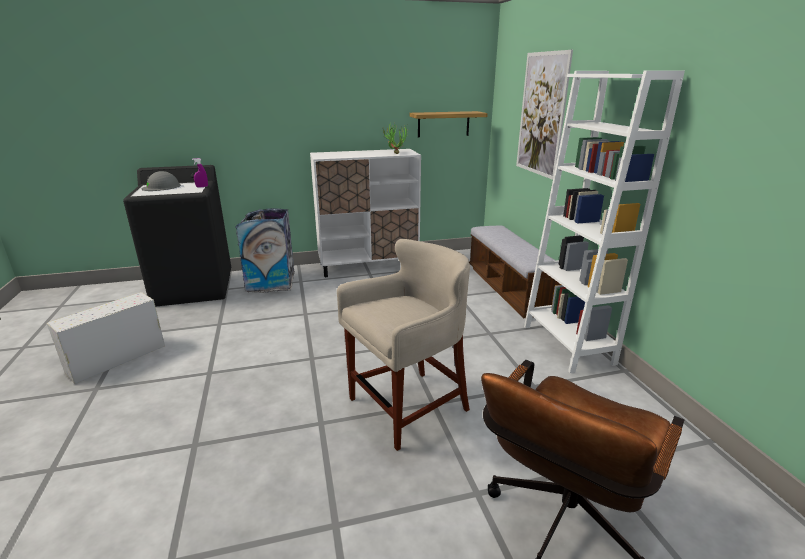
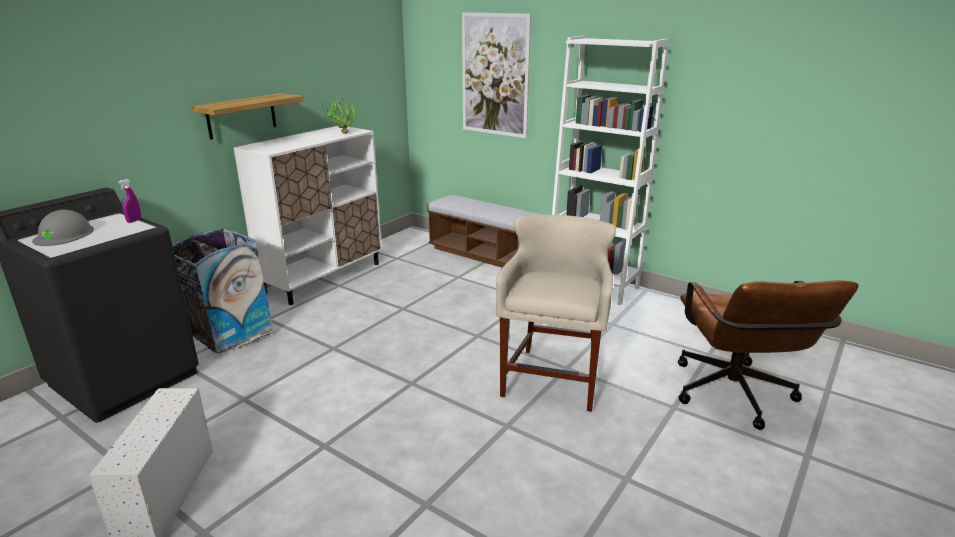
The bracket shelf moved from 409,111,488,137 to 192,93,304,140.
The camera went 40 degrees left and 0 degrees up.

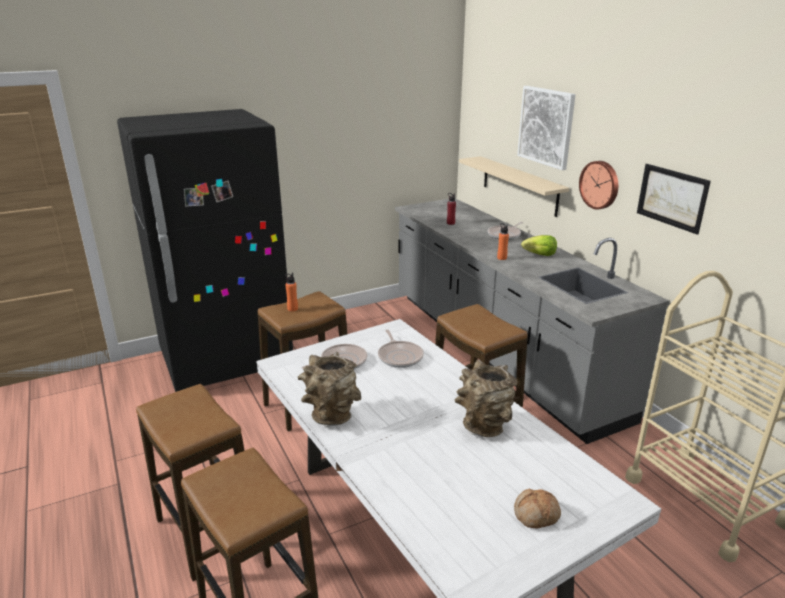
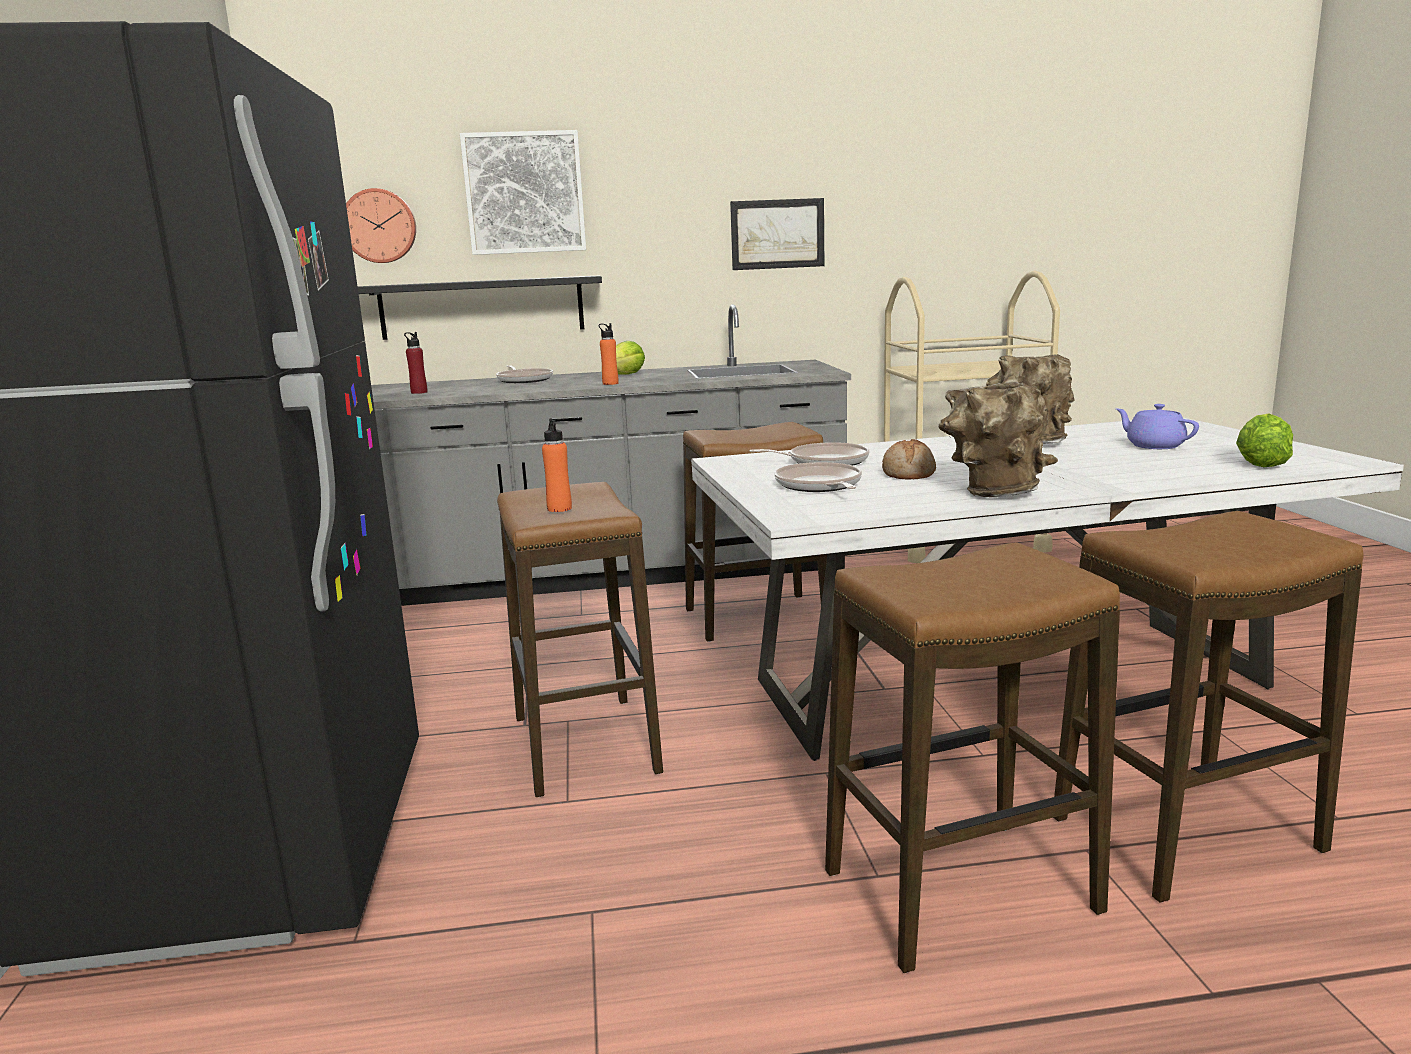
The wall clock moved from 579,161,618,209 to 346,188,416,263.
The beige-coloured bracket shelf at 459,156,569,217 became the black bracket shelf at 358,275,602,340.
The bread moved from 514,488,561,528 to 882,439,936,480.
The purple tea pot at 1116,404,1199,449 appeared.
The head of lettuce at 1236,413,1293,467 appeared.
The camera went 70 degrees left and 10 degrees down.

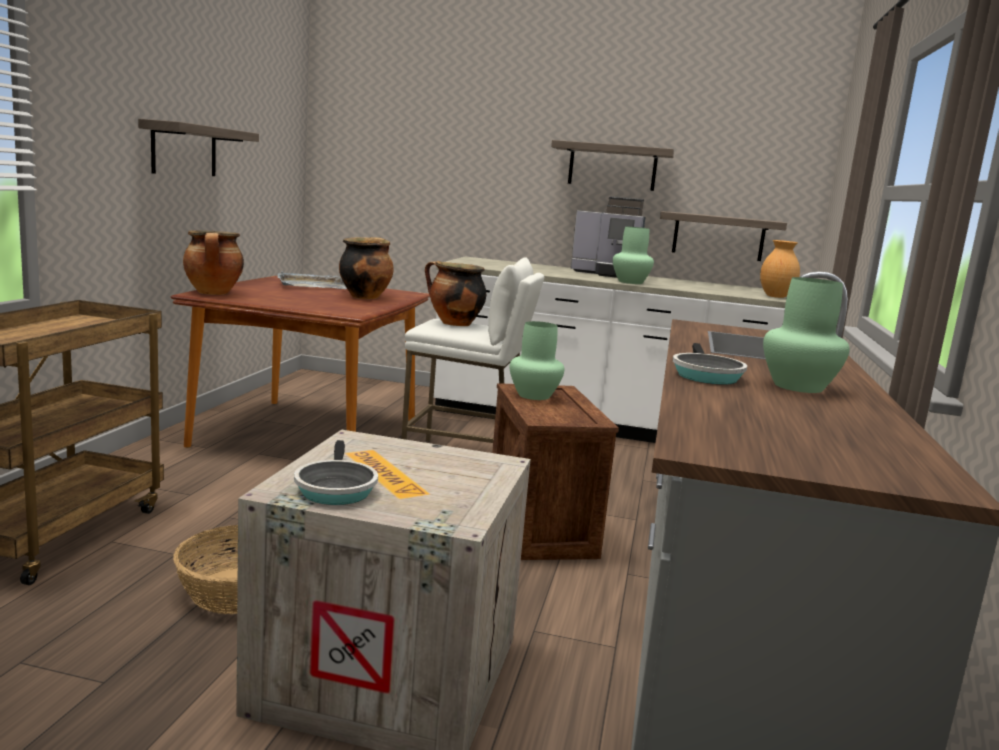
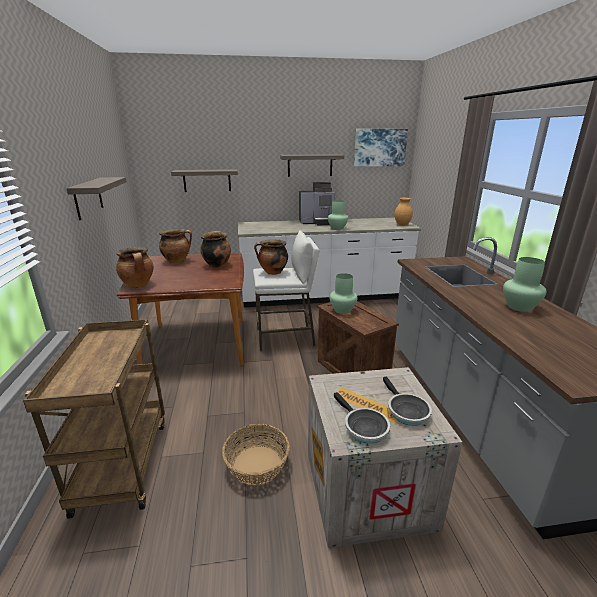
The grey tray at 278,271,347,289 was replaced by the cooking pot at 159,229,192,264.
The bracket shelf moved from 660,211,787,261 to 171,169,238,192.
The wall art at 354,129,408,167 appeared.
The pan moved from 673,343,747,385 to 383,376,432,426.
The camera went 20 degrees left and 10 degrees up.

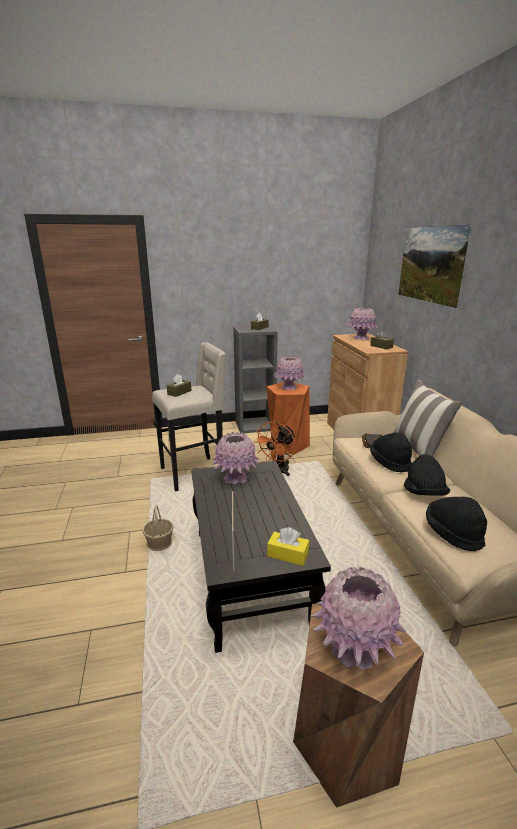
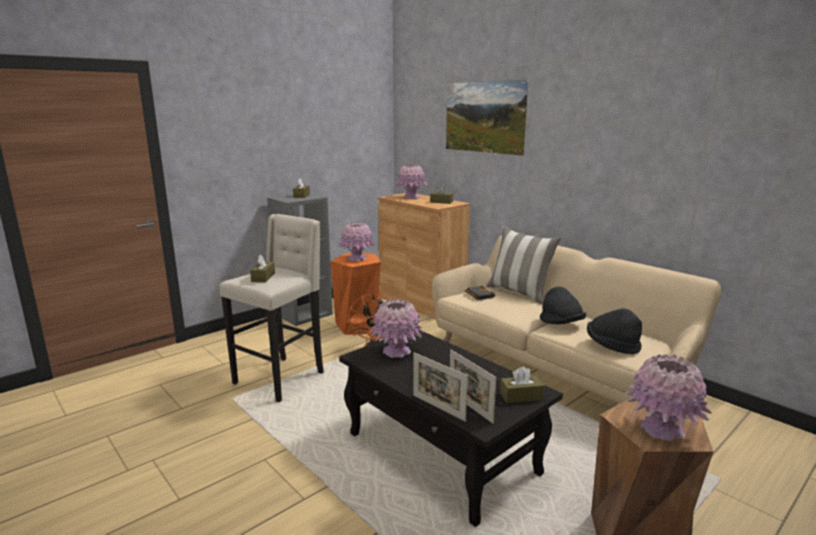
The picture frame at 413,352,468,422 appeared.
The yellow tissue box at 267,527,309,566 became the brown-coloured tissue box at 500,366,544,403.
The storage basket at 143,505,174,551 disappeared.
The black clothing hat at 370,432,412,472 disappeared.
The camera went 30 degrees left and 5 degrees down.

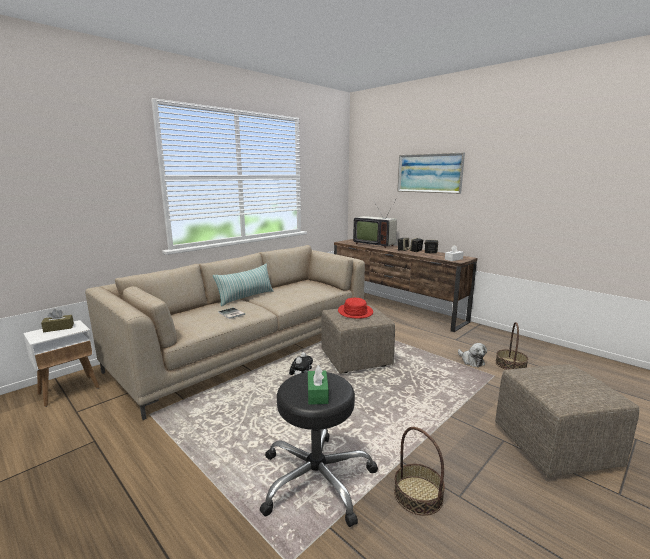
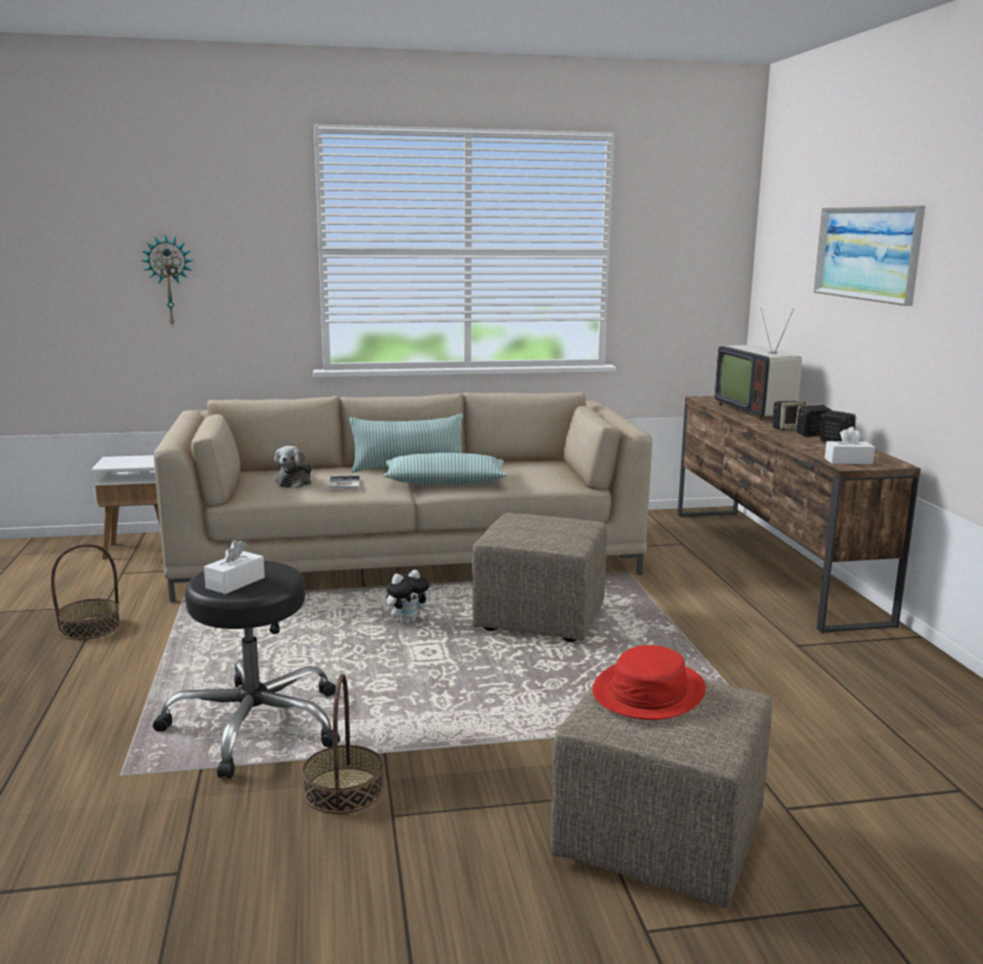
The storage basket moved from 496,322,528,370 to 51,544,120,640.
The wall clock at 141,234,193,327 appeared.
The greenish tissue box at 308,365,329,405 became the white-coloured tissue box at 204,540,265,594.
The soft toy moved from 458,343,487,367 to 275,446,312,488.
The pillow at 383,453,507,484 appeared.
The red clothing hat moved from 338,298,373,319 to 593,645,706,720.
The brown-coloured tissue box at 41,309,74,332 disappeared.
The camera went 35 degrees right and 0 degrees up.

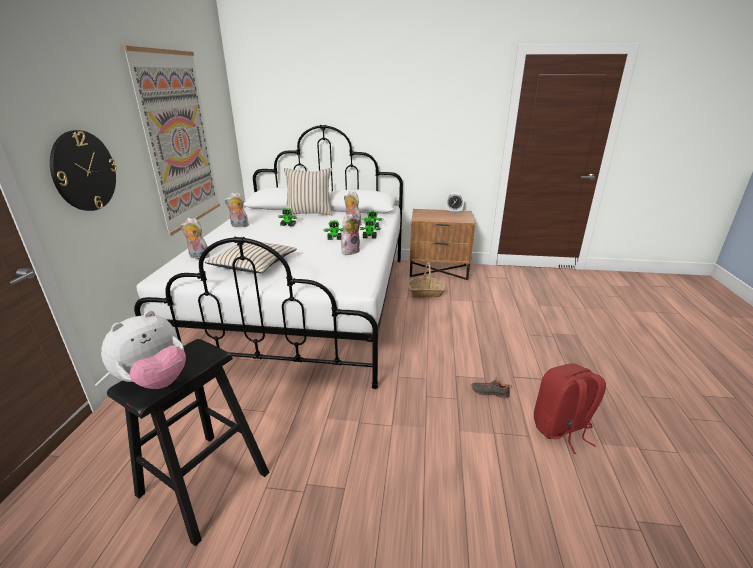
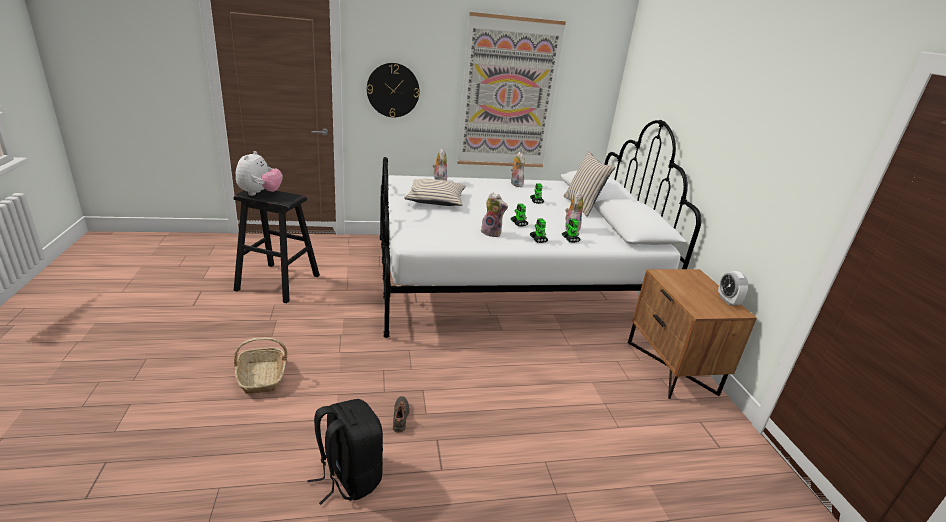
The storage basket moved from 407,263,446,298 to 234,338,288,394.
The soft toy at 101,310,186,389 turned 105 degrees counterclockwise.
The red backpack at 534,363,606,454 became the black backpack at 308,399,383,505.
The camera went 70 degrees right and 0 degrees up.

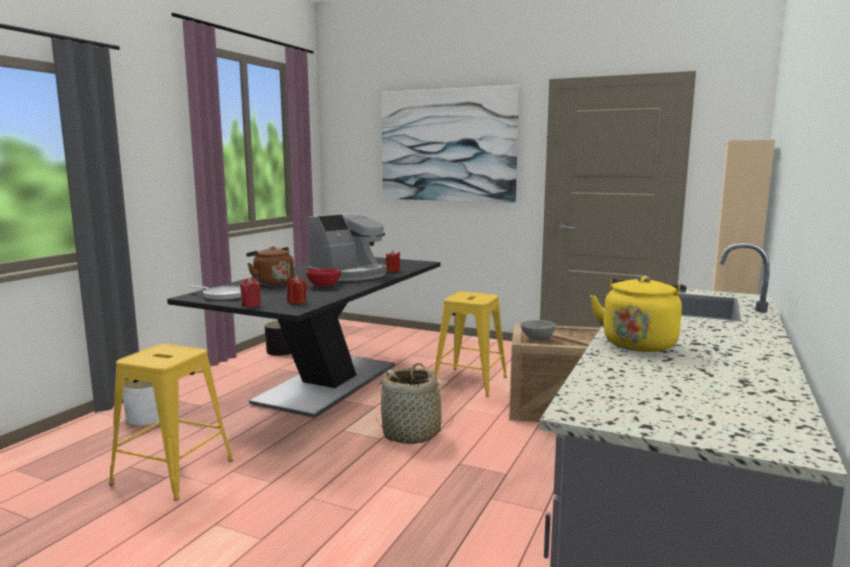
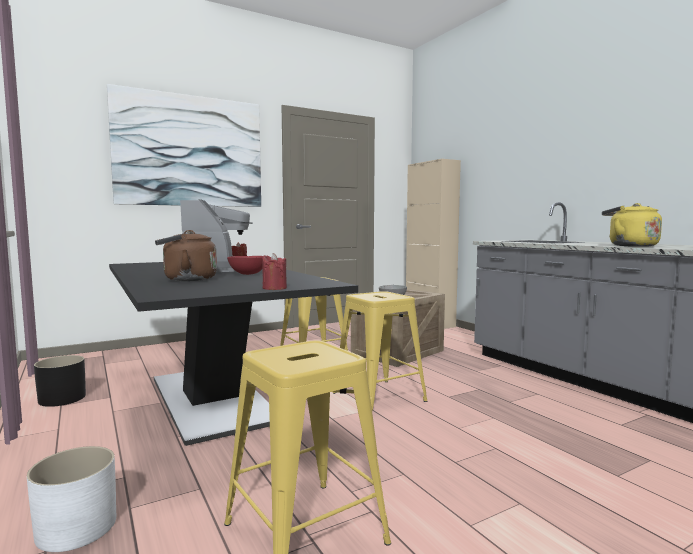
The storage basket at 376,363,454,444 was replaced by the yellow sitting stool at 333,291,427,410.
The pan at 188,285,242,300 disappeared.
The red wax candle at 287,276,307,304 disappeared.
The camera went 55 degrees left and 5 degrees down.

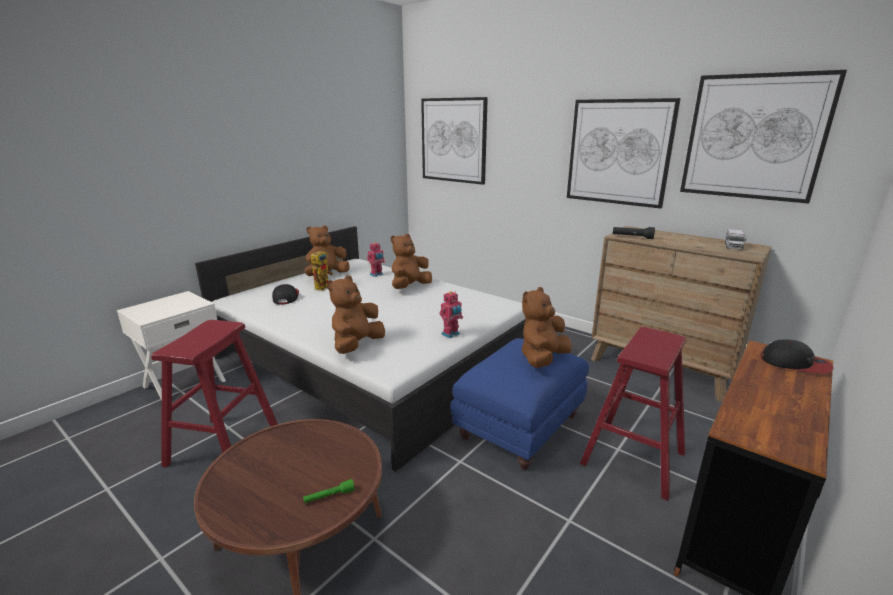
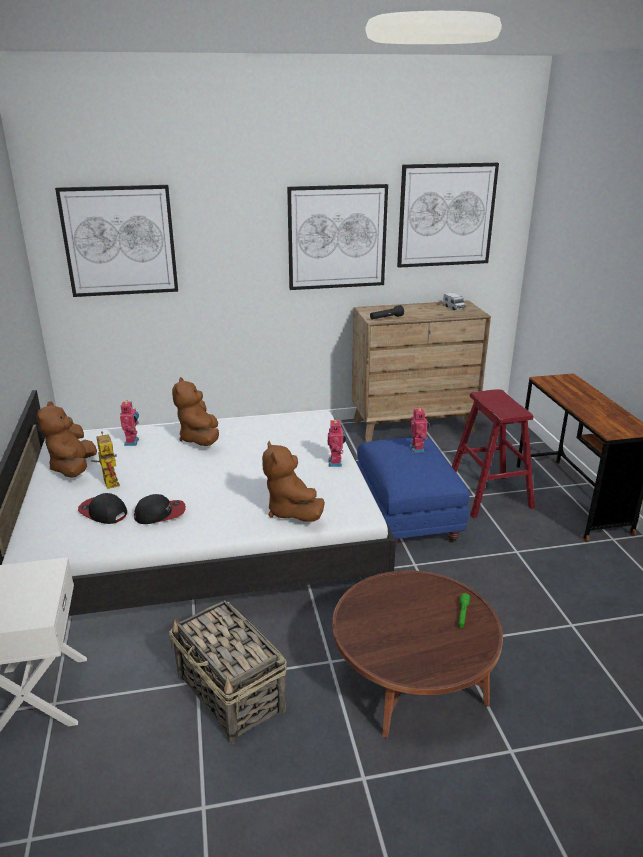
The peaked cap moved from 761,340,834,374 to 134,494,186,524.
The red sitting stool at 151,320,278,468 was replaced by the storage basket at 169,600,287,744.
The brown-coloured soft toy at 522,287,572,368 was replaced by the robot figure at 409,408,430,453.
The camera went 50 degrees left and 5 degrees up.

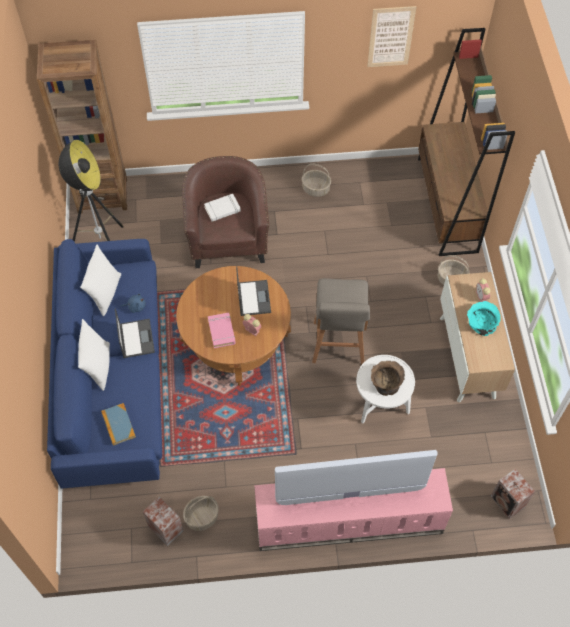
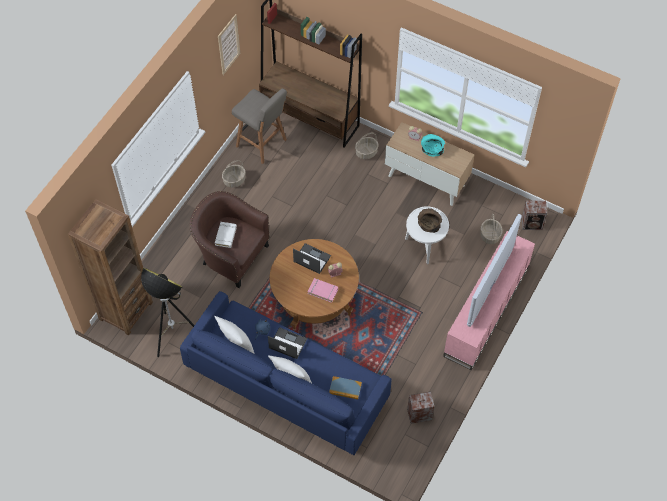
The grey sitting stool moved from 312,278,370,365 to 232,88,287,164.
The storage basket moved from 183,496,219,531 to 480,214,503,244.
The camera went 55 degrees left and 0 degrees up.

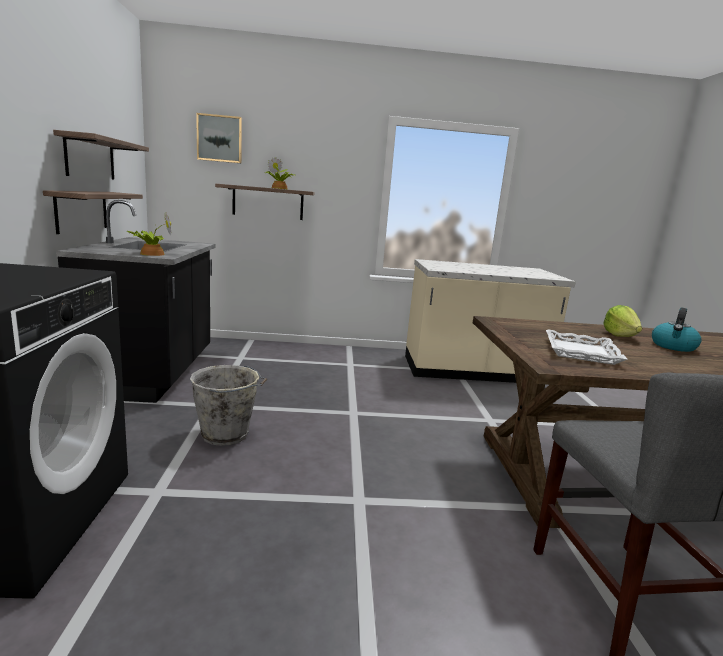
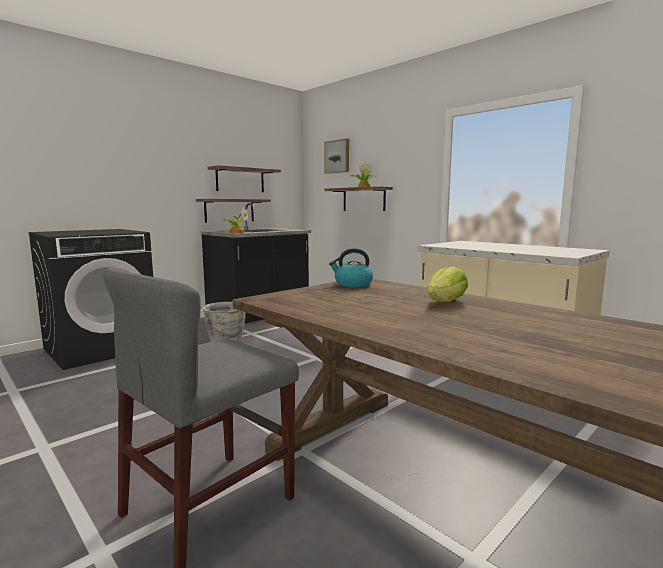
The water kettle moved from 652,308,702,352 to 329,248,373,287.
The white-coloured tray at 546,329,627,365 disappeared.
The camera went 50 degrees right and 5 degrees down.

